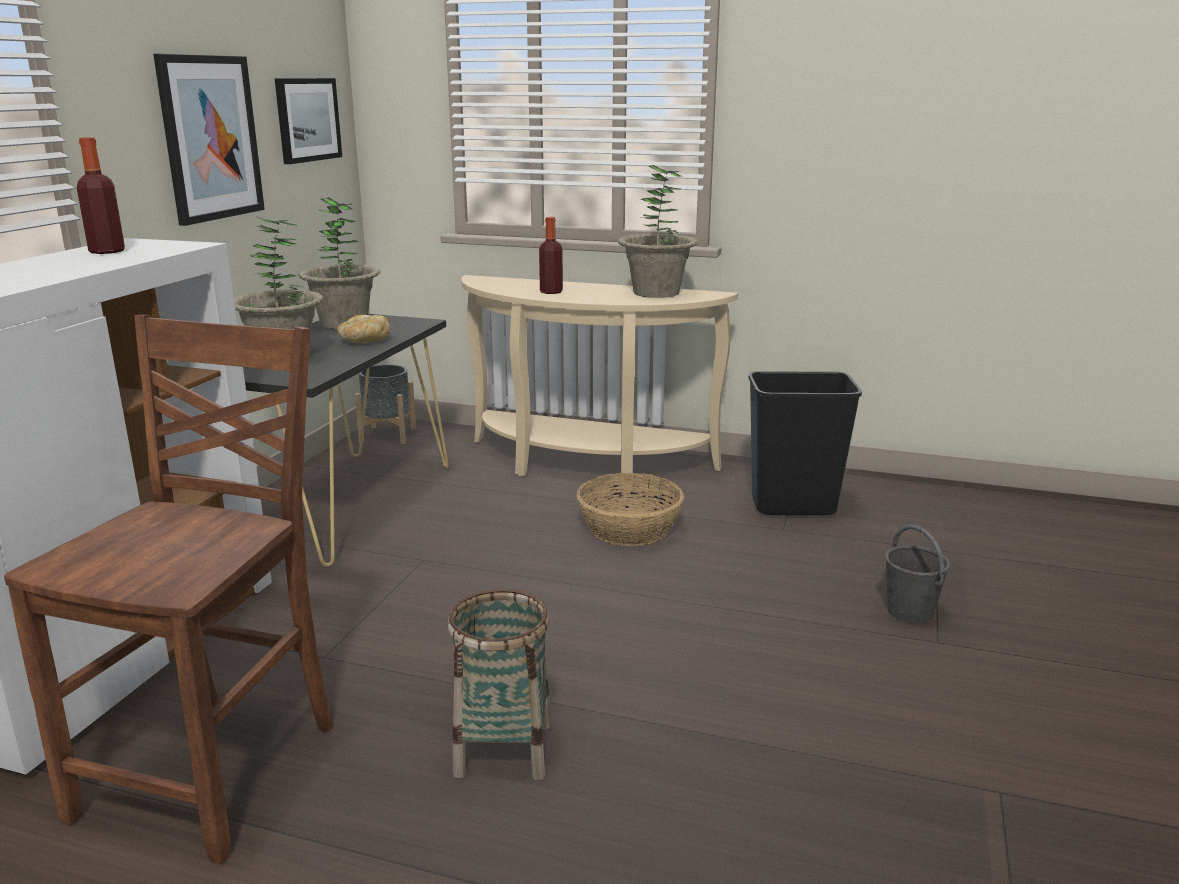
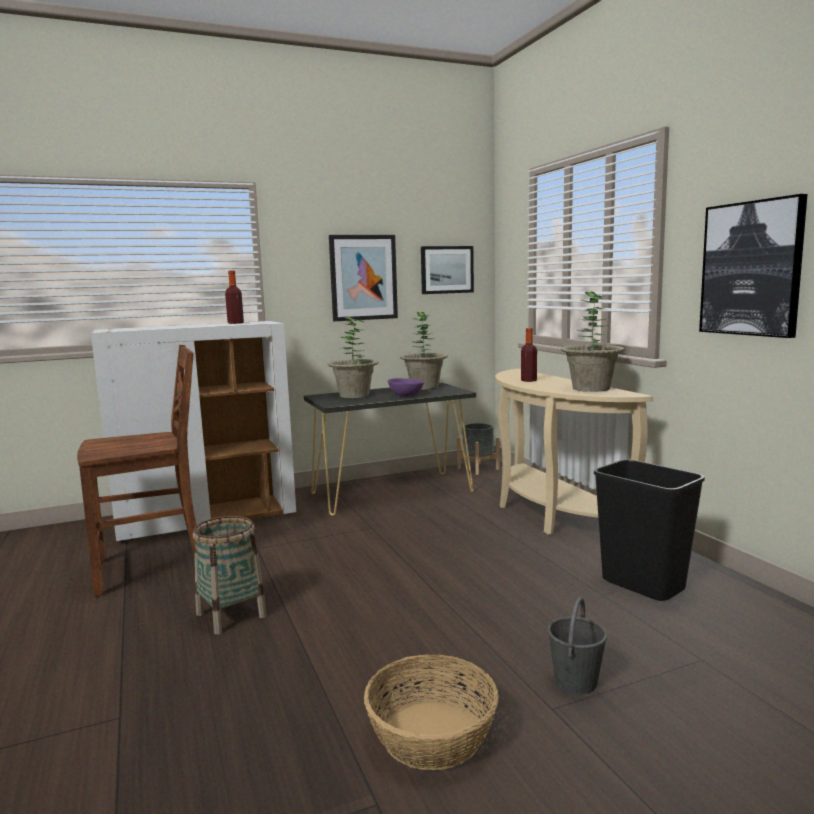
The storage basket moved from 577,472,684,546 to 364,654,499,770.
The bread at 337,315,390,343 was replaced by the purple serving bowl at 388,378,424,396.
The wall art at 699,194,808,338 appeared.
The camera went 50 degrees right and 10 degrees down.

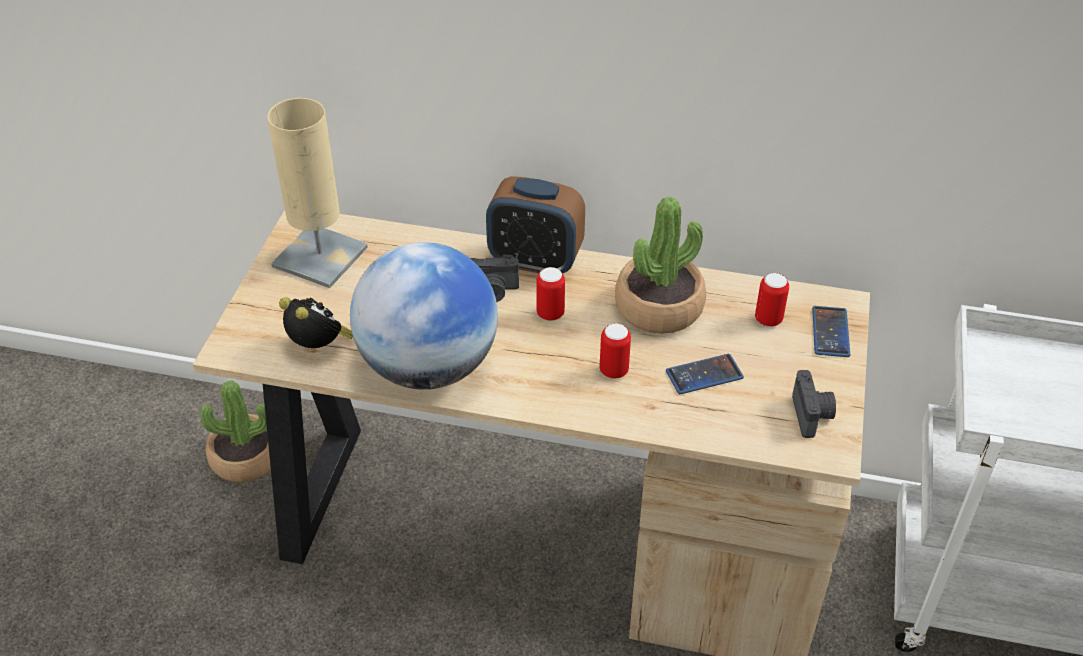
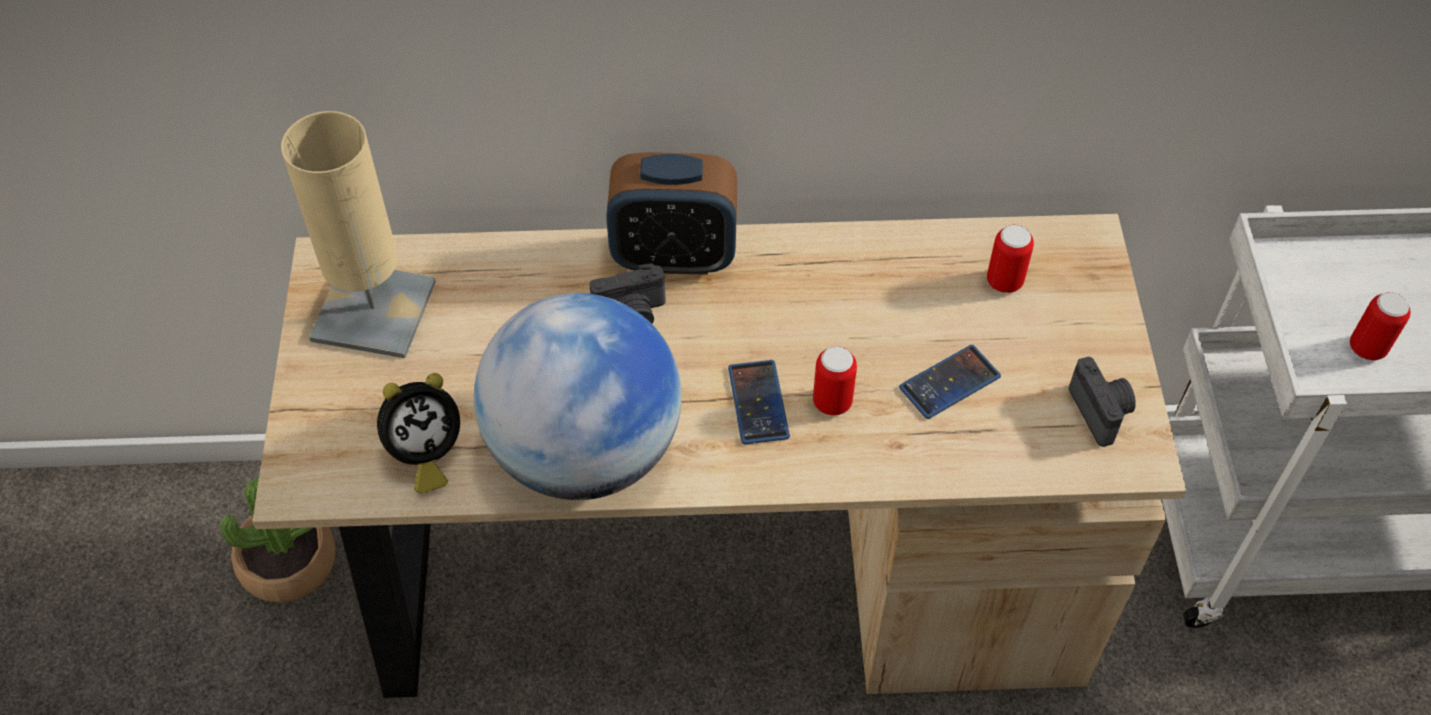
The bedside clock at 279,297,353,348 turned 120 degrees clockwise.
The handset moved from 812,306,850,357 to 728,360,790,444.
The metal can moved from 536,267,565,321 to 1350,292,1410,361.
The houseplant at 615,197,706,334 disappeared.
The camera went 15 degrees left and 10 degrees up.

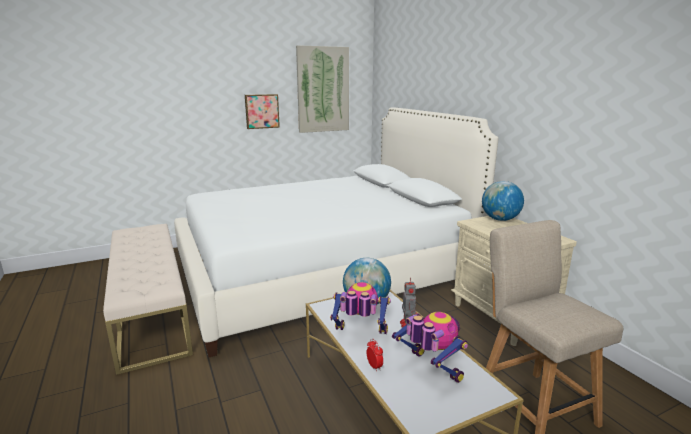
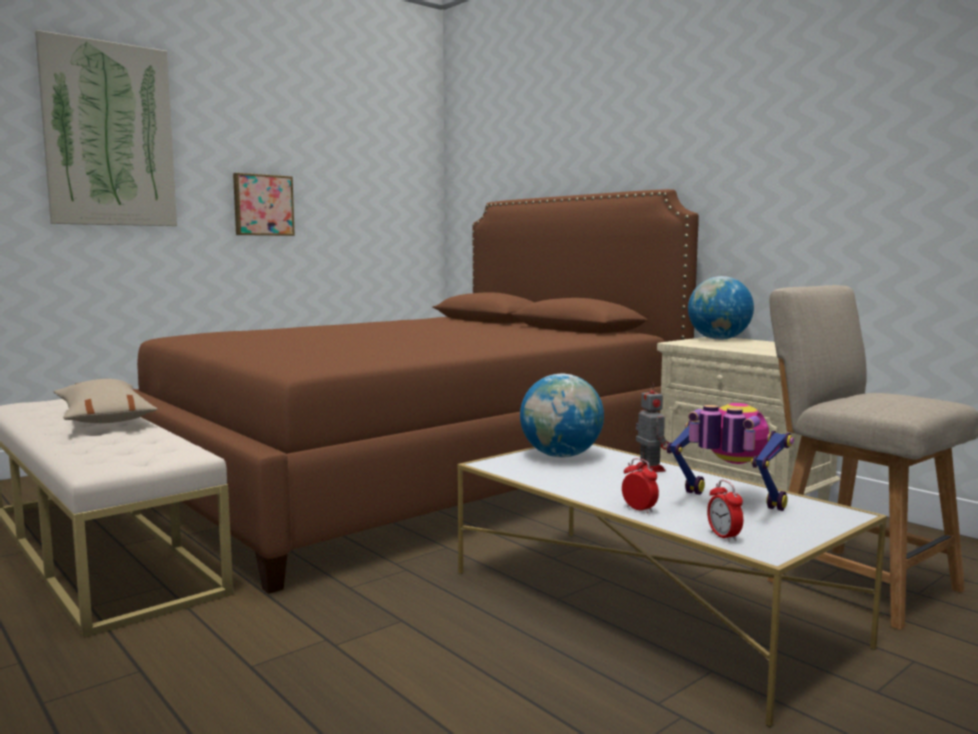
The wall art moved from 296,45,349,133 to 35,30,177,226.
The beige-coloured pillow at 54,379,157,423 appeared.
The white-coloured bedroom bed at 174,107,499,357 became the brown-coloured bedroom bed at 133,189,699,594.
The bedside clock at 707,480,743,542 appeared.
The robot figure at 330,282,391,334 disappeared.
The camera went 15 degrees left and 10 degrees down.

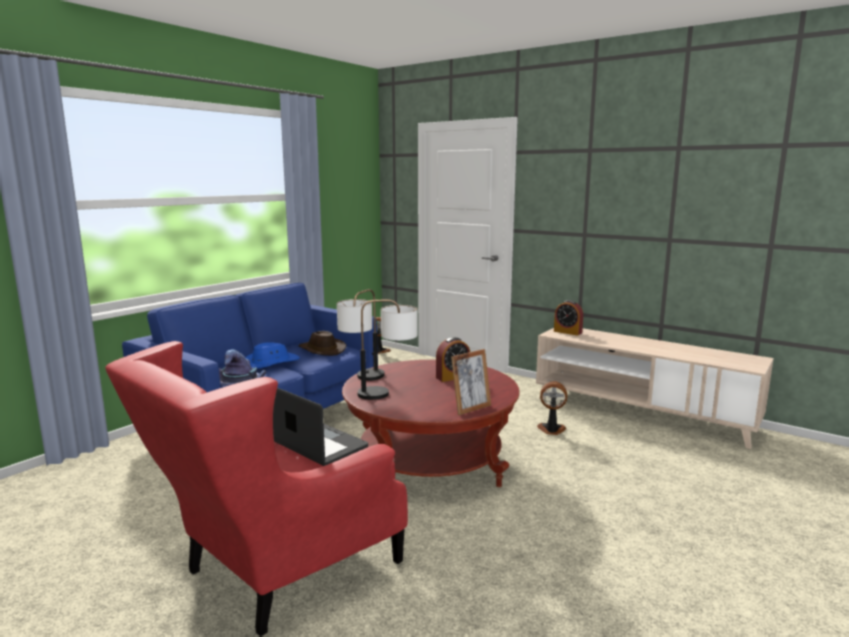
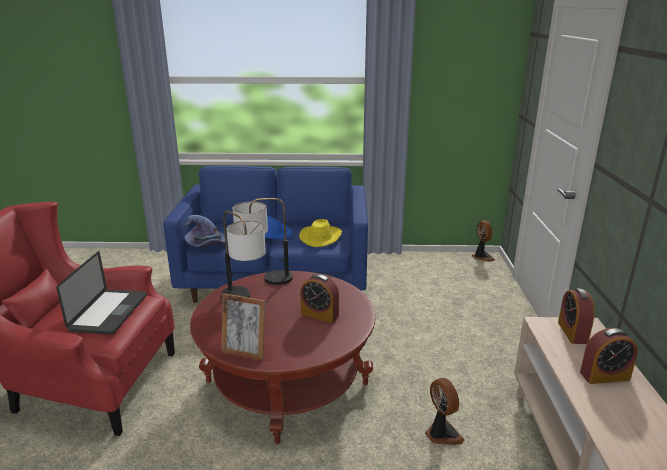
The brown-coloured clothing hat at 298,331,346,356 became the yellow clothing hat at 299,219,342,247.
The bedside clock at 580,328,638,384 appeared.
The camera went 55 degrees right and 10 degrees up.

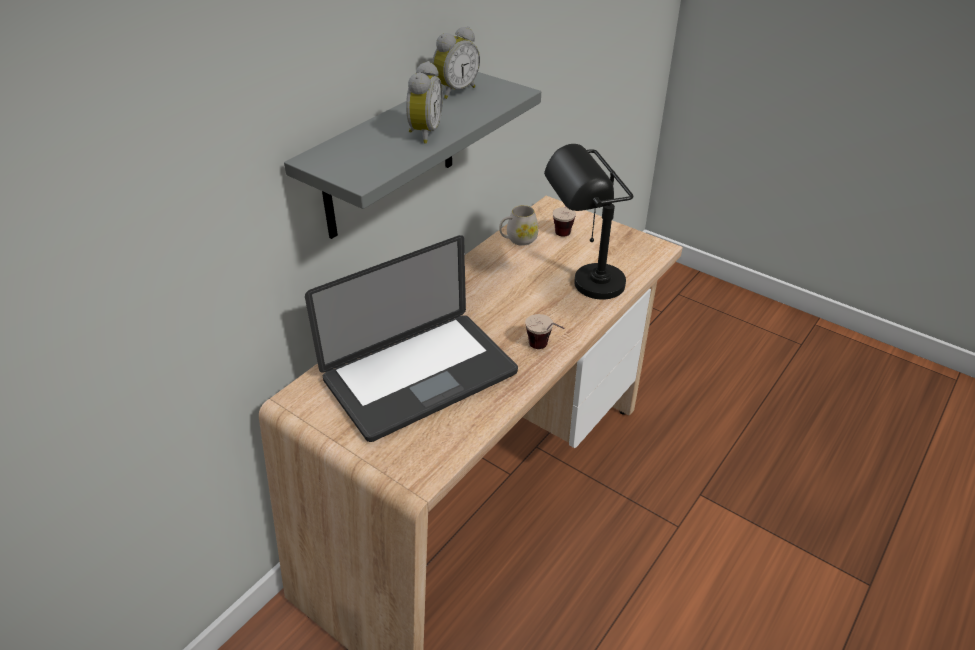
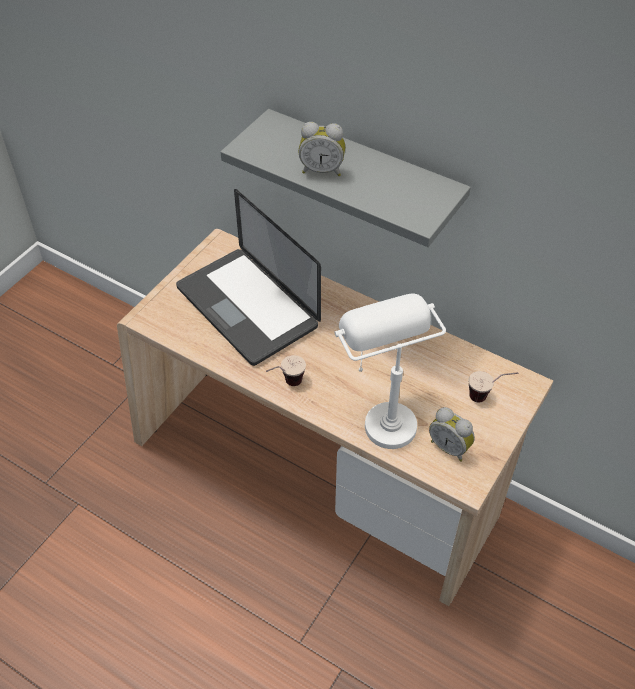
The black table lamp at 544,144,633,300 became the white-coloured table lamp at 334,293,446,449.
The bedside clock moved from 432,26,480,99 to 429,407,475,462.
The white-coloured tea mug at 499,205,538,246 disappeared.
The camera went 85 degrees right and 10 degrees up.

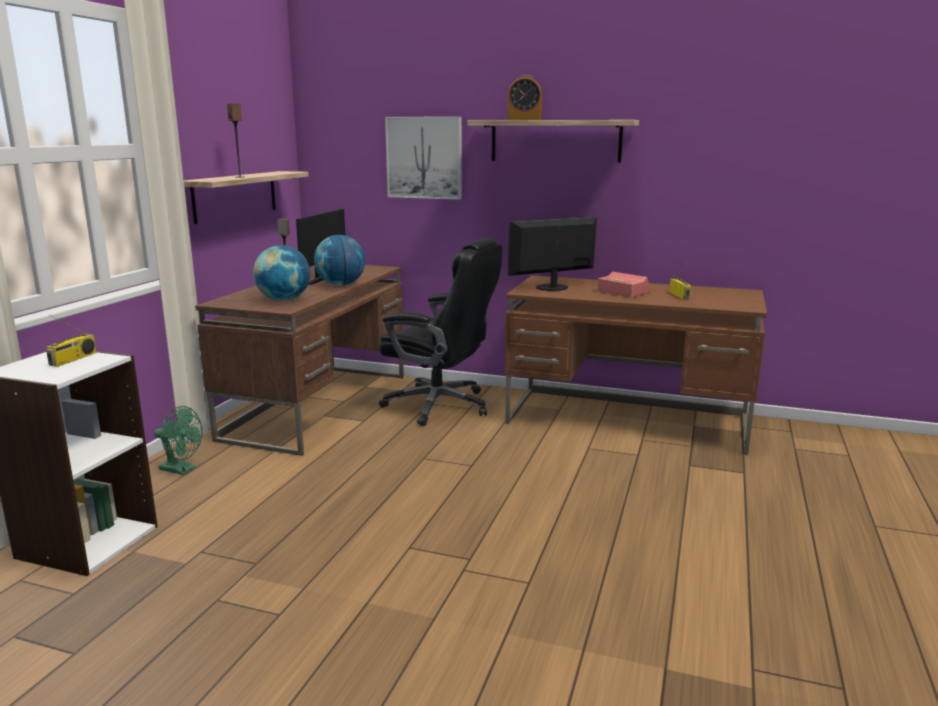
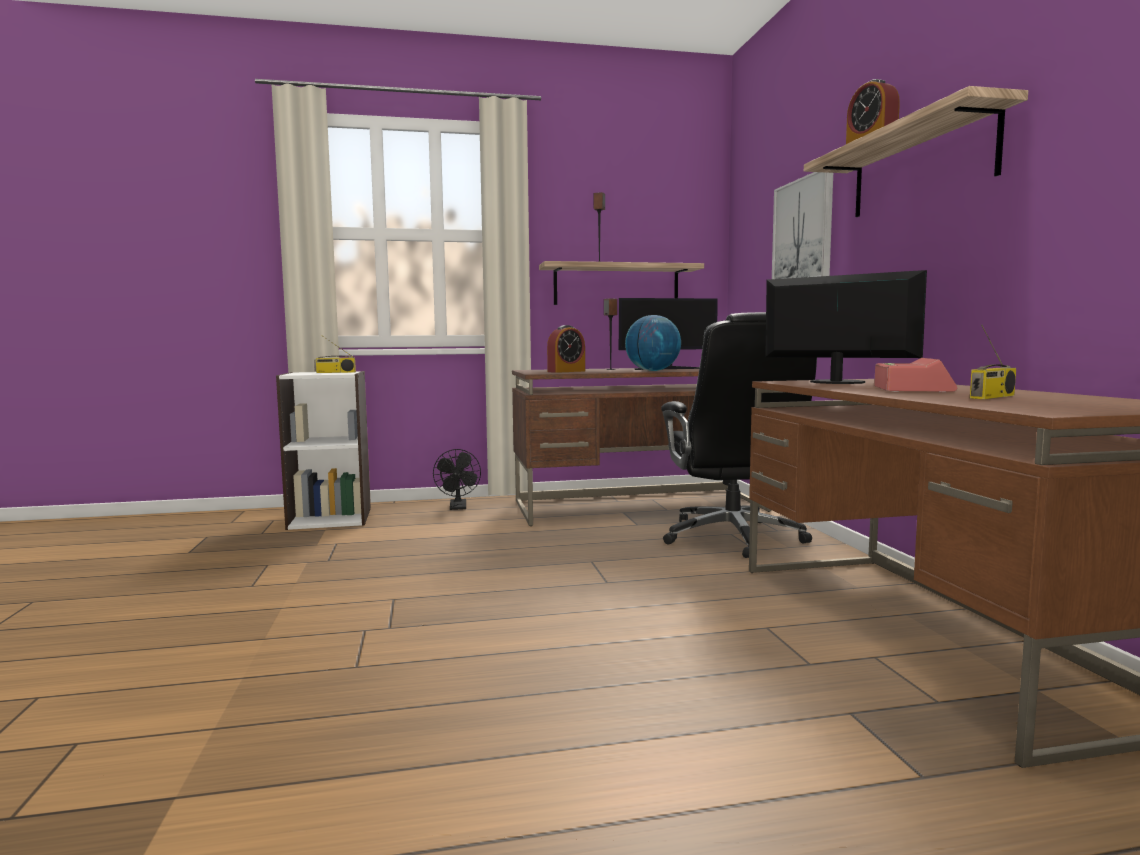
The greenish fan at 154,406,203,475 became the black fan at 433,449,481,510.
The desk globe at 253,245,310,301 was replaced by the bedside clock at 547,325,585,373.
The camera went 60 degrees right and 10 degrees down.

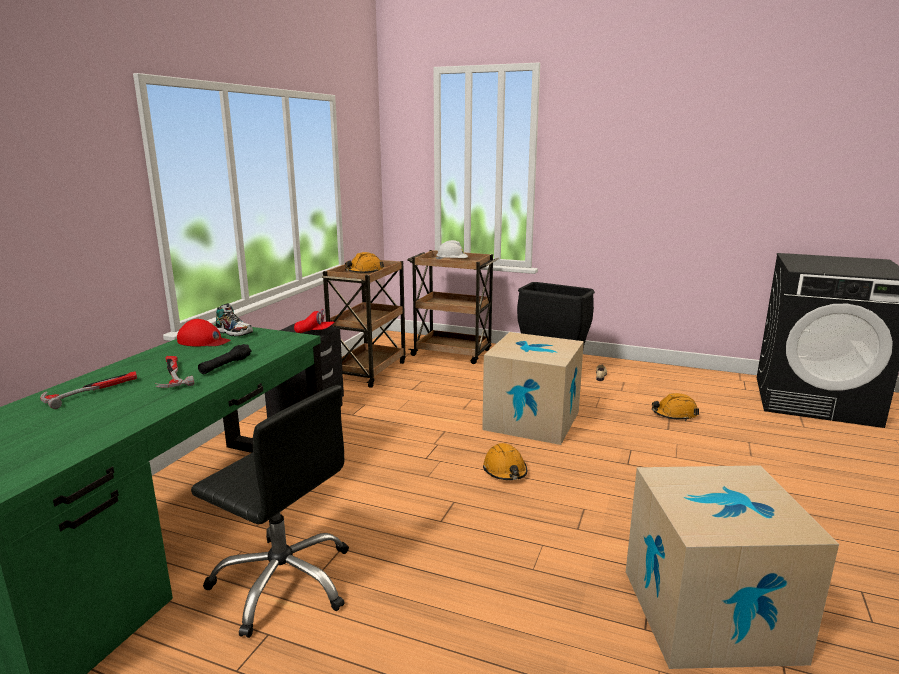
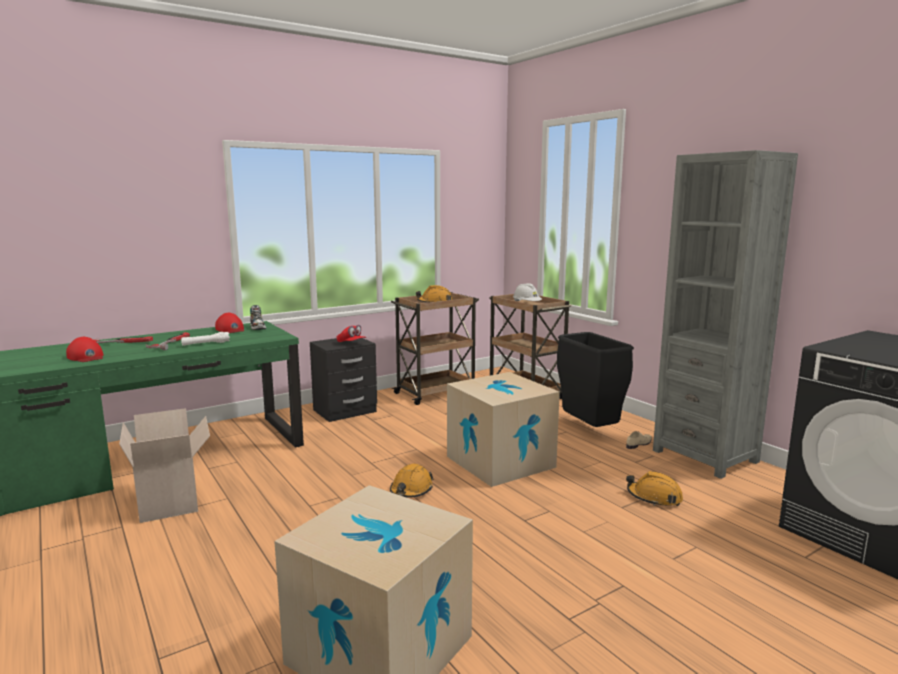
The red peaked cap at 66,337,104,362 appeared.
The black desk chair at 191,385,349,638 was replaced by the packing box at 119,408,210,523.
The black hand torch at 198,344,252,374 became the white-coloured hand torch at 181,332,230,346.
The grey shelving unit at 653,150,798,479 appeared.
The camera went 35 degrees right and 5 degrees down.

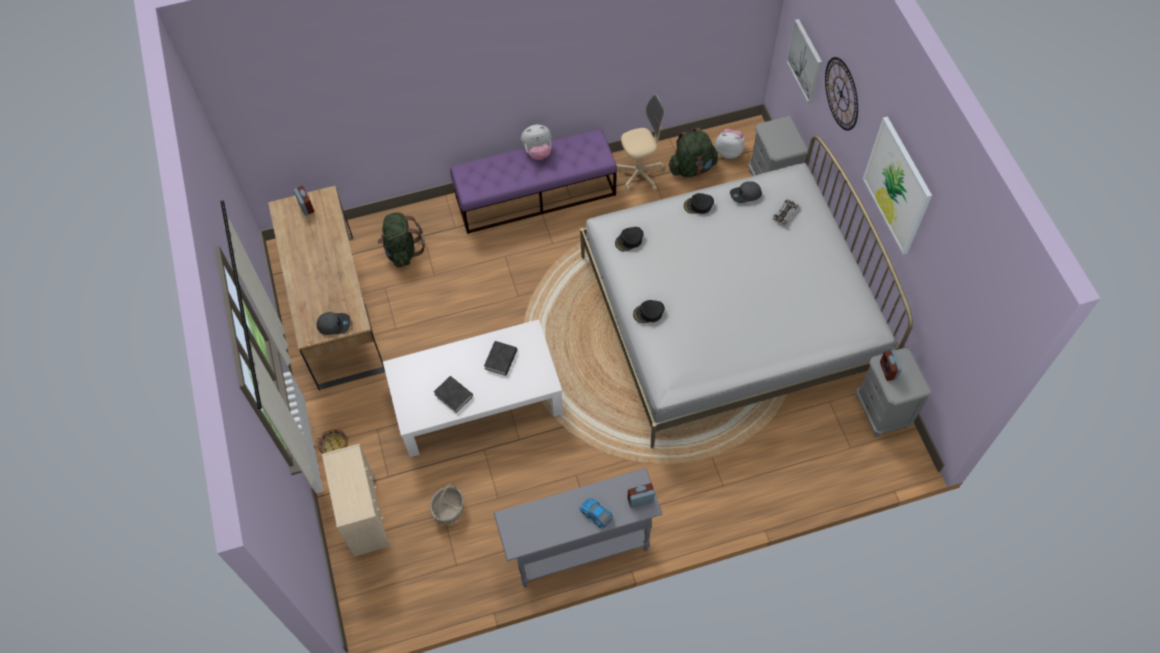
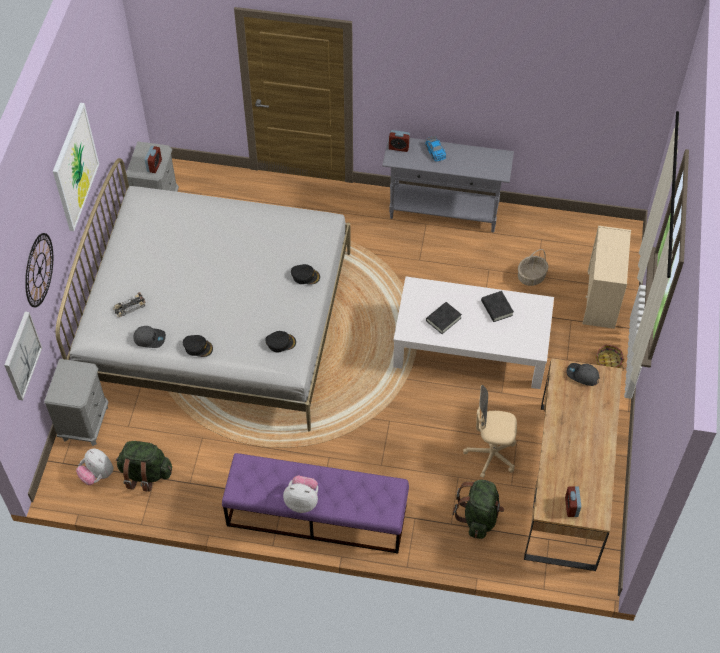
The beige-coloured desk chair moved from 616,95,665,191 to 463,385,517,478.
The camera went 155 degrees left and 5 degrees down.

